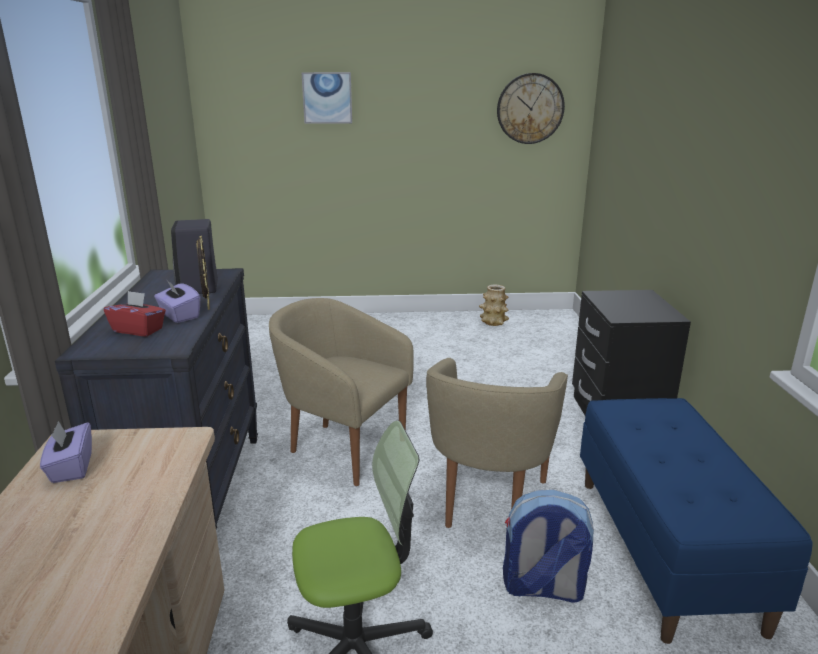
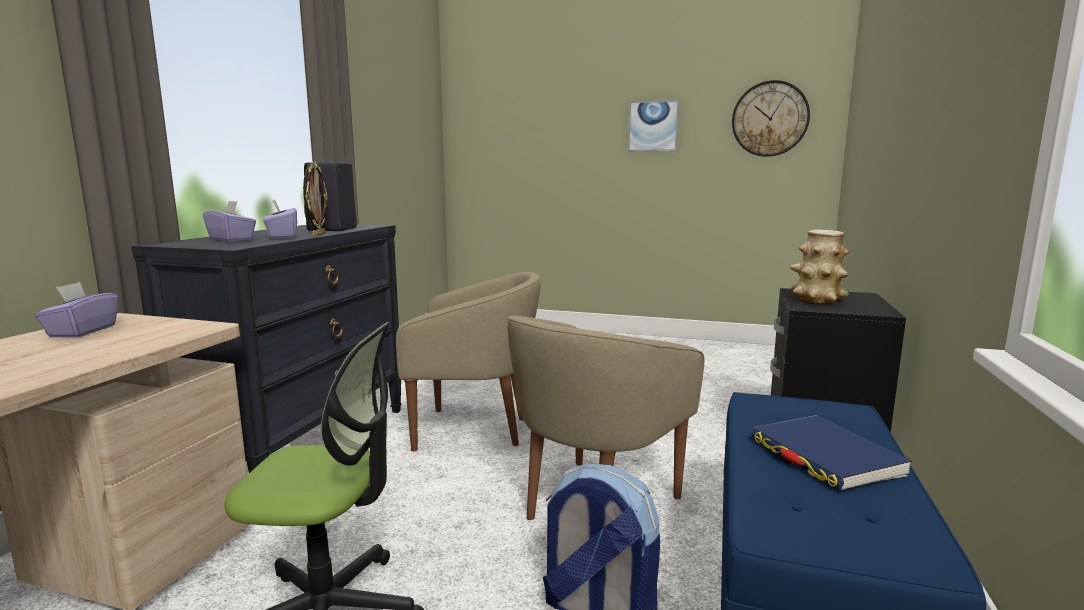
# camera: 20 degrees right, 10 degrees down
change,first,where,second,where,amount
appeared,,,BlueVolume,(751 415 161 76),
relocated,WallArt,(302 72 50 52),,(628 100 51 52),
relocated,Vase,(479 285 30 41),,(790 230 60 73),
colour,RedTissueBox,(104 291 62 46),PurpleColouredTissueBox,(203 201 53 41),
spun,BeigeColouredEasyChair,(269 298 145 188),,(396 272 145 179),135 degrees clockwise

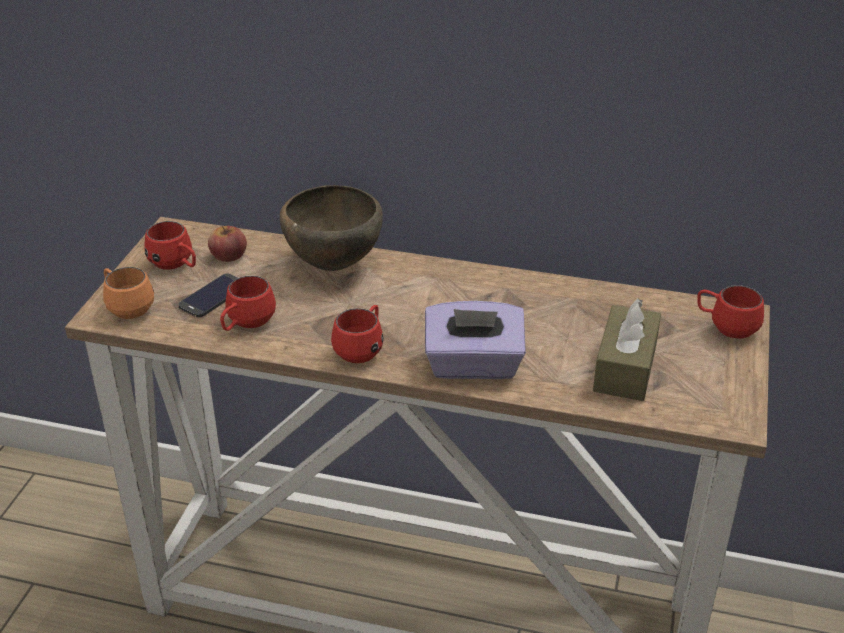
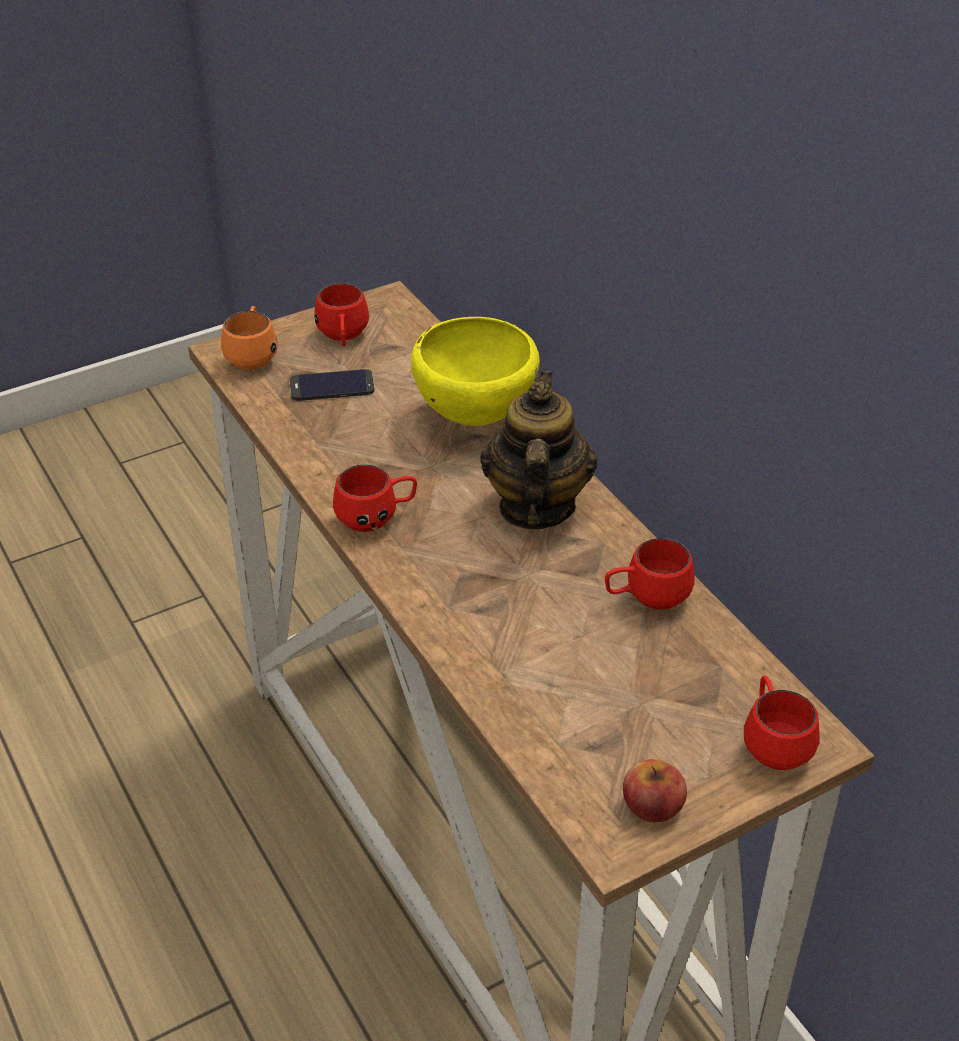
# camera: 45 degrees right, 5 degrees up
change,first,where,second,where,amount
missing,PurpleColouredTissueBox,(425 301 101 78),,,
missing,BrownColouredTissueBox,(593 299 68 102),,,
appeared,,,PotForTea,(480 371 117 158),
relocated,AppleFruit,(208 226 39 36),,(623 759 64 63),
relocated,RedMug,(220 276 56 55),,(605 538 89 72),
colour,BrownColouredServingBowl,(280 185 103 86),YellowishServingBowl,(411 317 129 109),

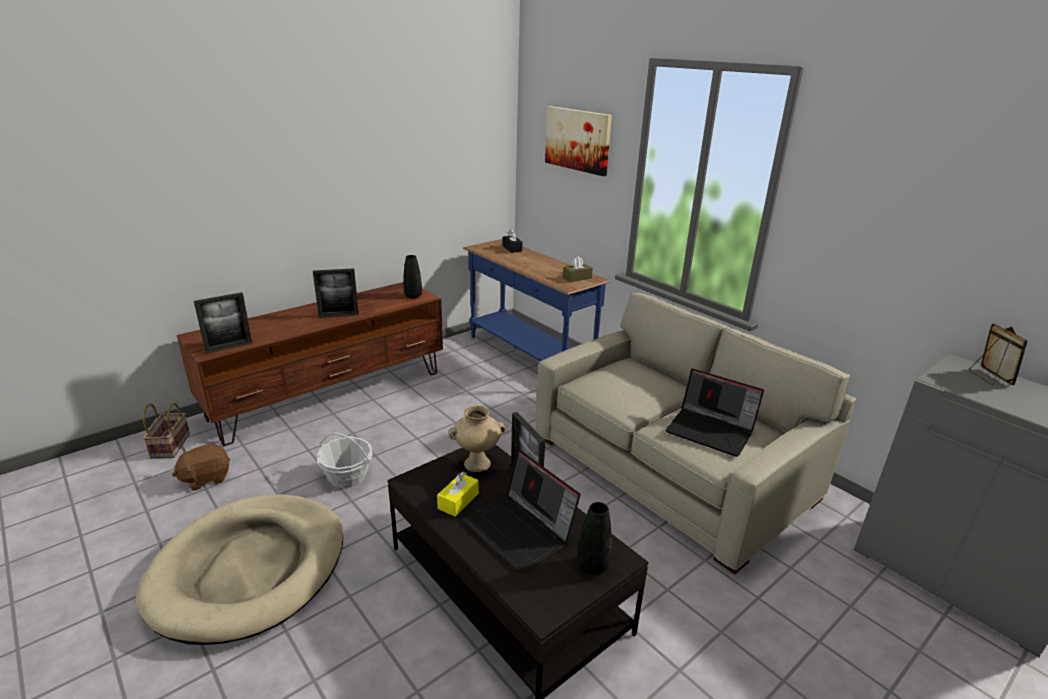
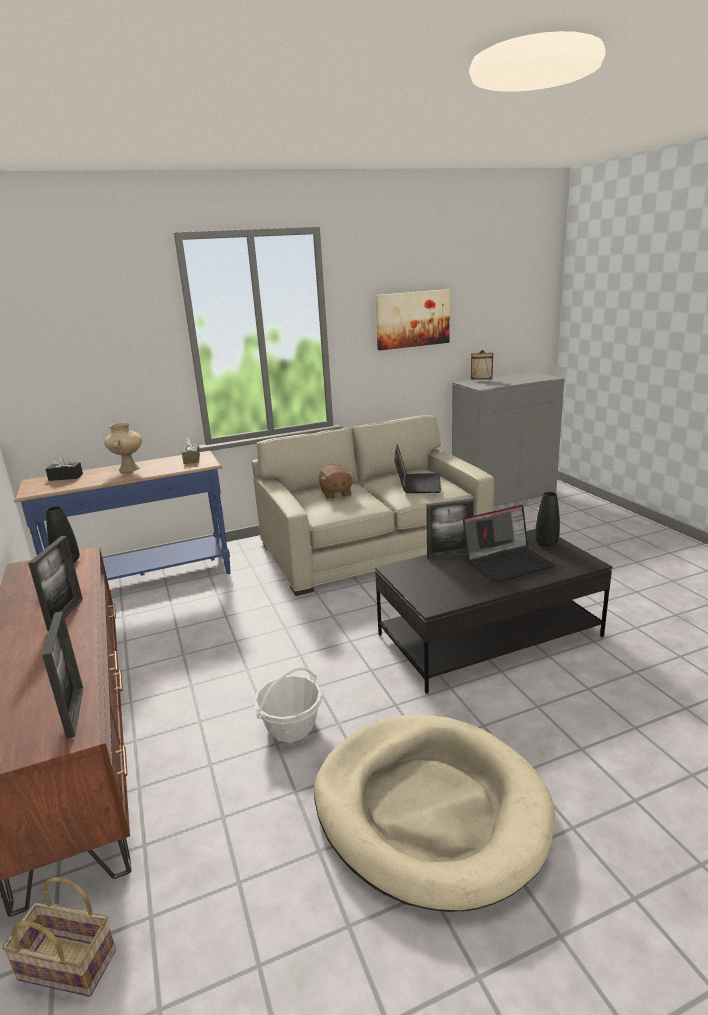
# camera: 70 degrees left, 5 degrees down
change,first,where,second,where,amount
missing,YellowishTissueBox,(437 472 42 45),,,
relocated,BrownColouredCuddlyToy,(172 443 58 48),,(319 465 35 34),
relocated,BeigeColouredVase,(448 406 57 66),,(104 423 38 50),
relocated,WallArt,(545 106 67 70),,(375 289 75 62),
spun,Laptop,(666 369 98 88),,(394 444 47 49),45 degrees counterclockwise

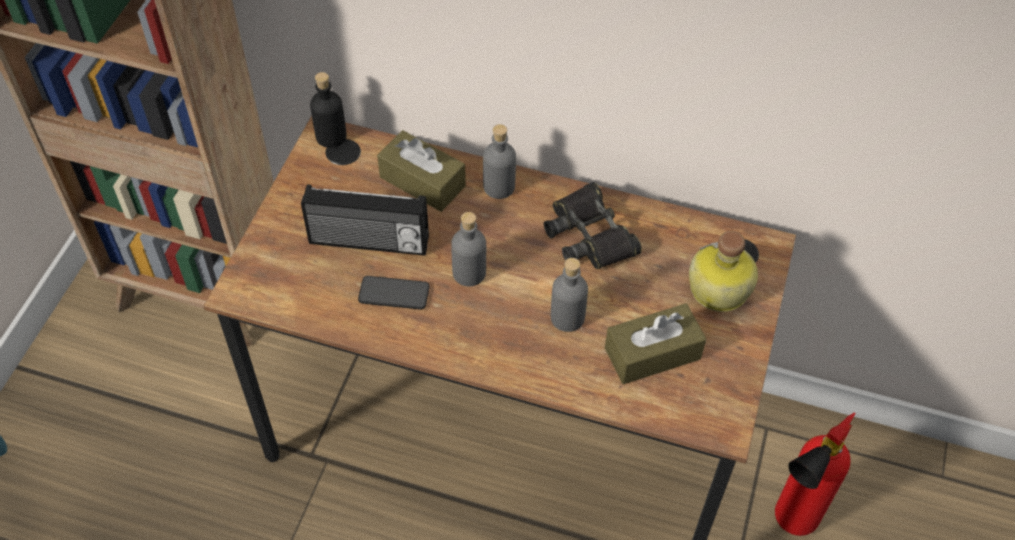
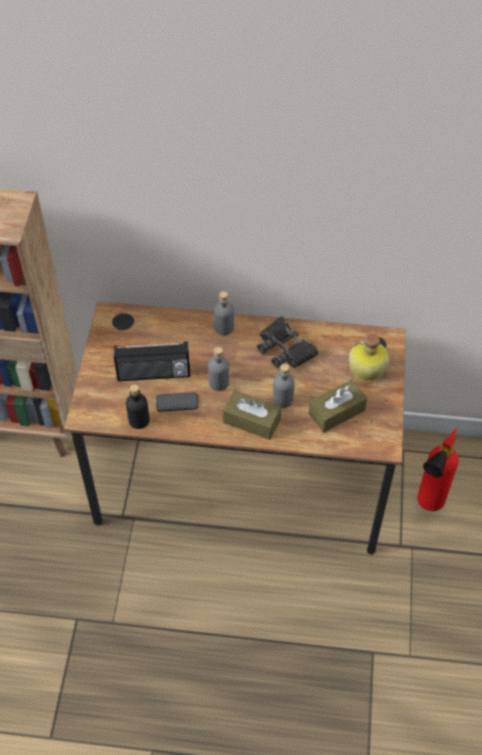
# camera: 10 degrees left, 0 degrees up
change,first,where,second,where,amount
relocated,BlackColouredBeverageBottle,(310 72 37 76),,(126 384 24 45),
relocated,BrownColouredTissueBox,(377 130 89 82),,(223 390 58 50),

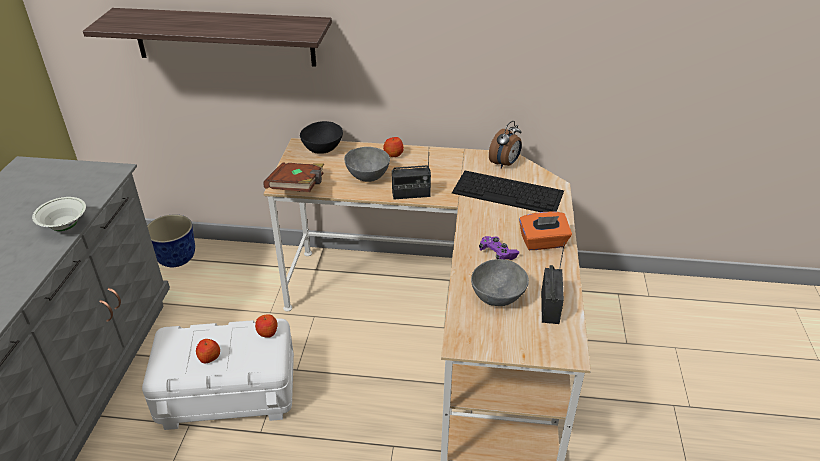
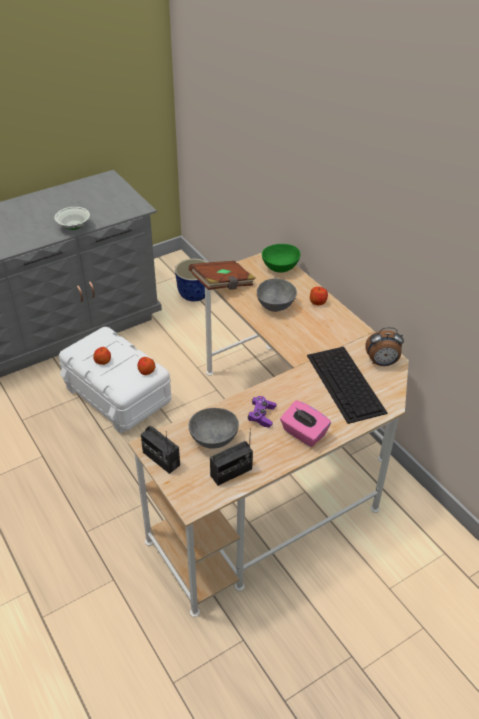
# camera: 50 degrees right, 5 degrees up
change,first,where,second,where,amount
missing,WallShelf,(83 8 249 59),,,
relocated,RadioSet,(392 155 39 44),,(141 426 39 48),
colour,BlackColouredServingBowl,(300 121 43 33),GreenishServingBowl,(262 244 38 29),
colour,OrangeColouredTissueBox,(519 212 53 38),PinkTissueBox,(280 400 51 47),

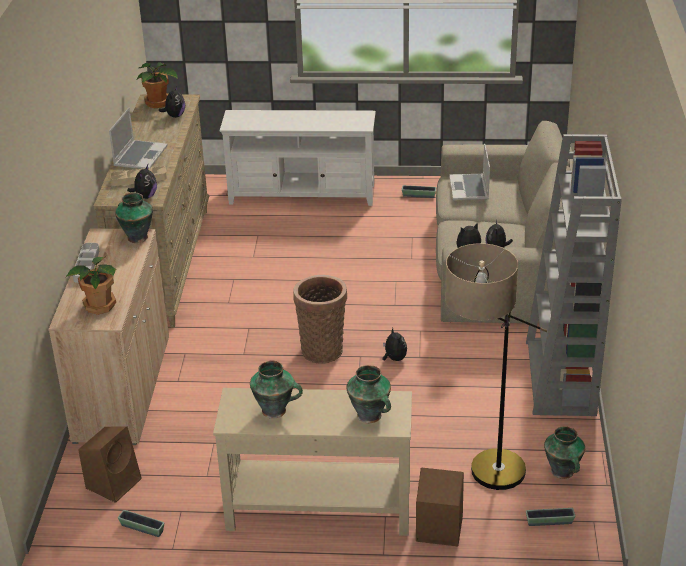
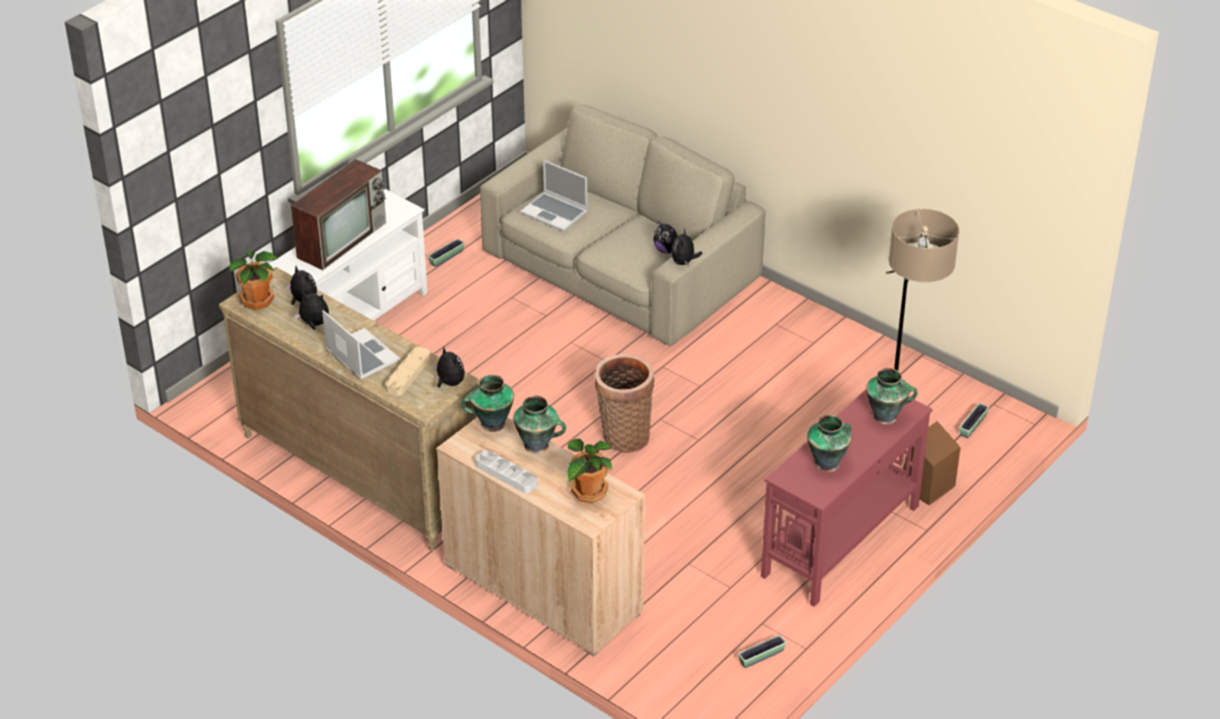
# camera: 55 degrees left, 5 degrees up
change,first,where,second,where,amount
missing,BrownColouredSpeaker,(78 426 64 77),,,
missing,GreyishBookshelf,(526 134 96 282),,,
appeared,,,Tv,(291 159 95 111),
relocated,CuddlyToy,(382 328 25 33),,(294 292 35 38),
relocated,Vase,(544 426 41 53),,(513 396 53 58),
colour,BeigeColouredConsoleTable,(213 388 199 148),RedConsoleTable,(761 390 172 217),

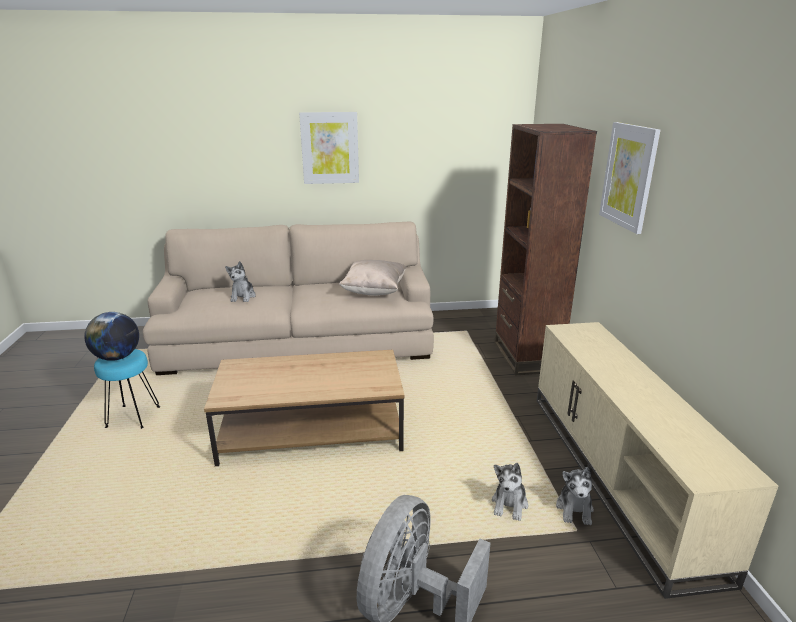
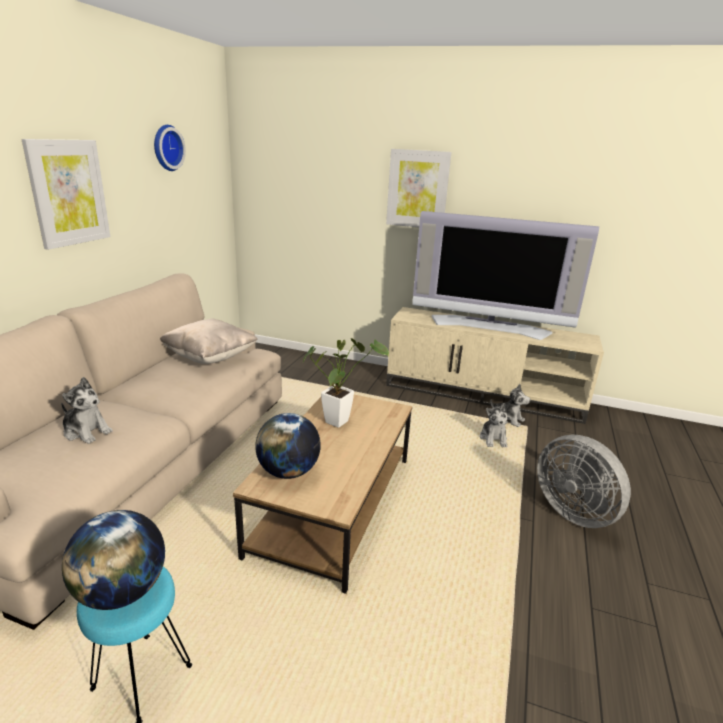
# camera: 65 degrees left, 0 degrees up
change,first,where,second,where,amount
missing,BrownColouredBookshelf,(495 124 102 252),,,
appeared,,,HangingClock,(154 125 32 46),
appeared,,,Globe,(255 413 66 66),
appeared,,,PottedPlant,(303 338 86 90),
appeared,,,Tv,(412 211 187 129),
spun,CuddlyToy,(492 463 36 58),,(480 403 27 44),45 degrees clockwise

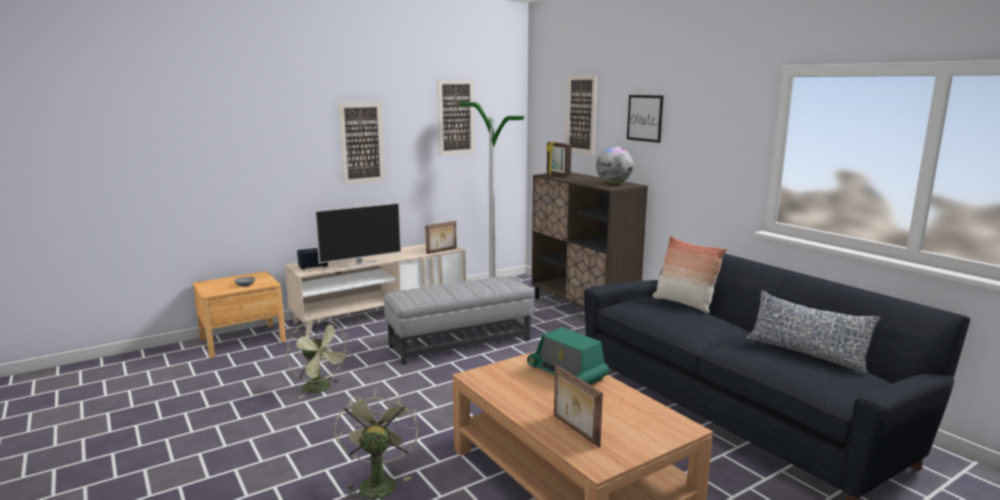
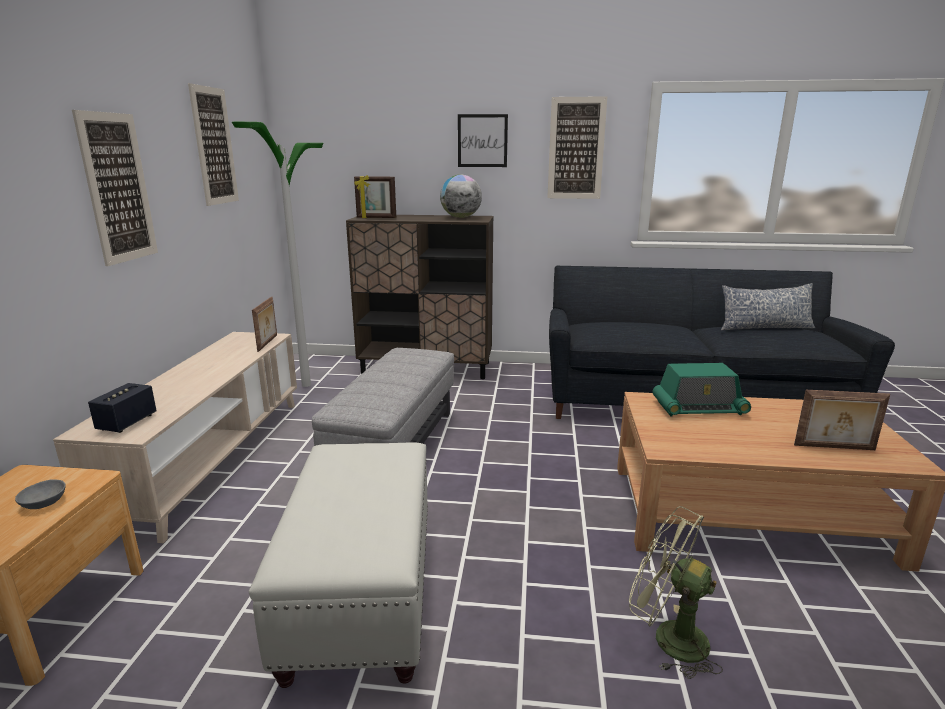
# camera: 50 degrees left, 5 degrees up
change,first,where,second,where,amount
missing,Tv,(315 203 86 64),,,
missing,Pillow,(652 236 75 77),,,
relocated,WallArt,(566 75 31 80),,(547 96 60 103),
exchanged,GreenishCoolingFan,(287 319 63 80),WhitishOttoman,(249 442 179 246),

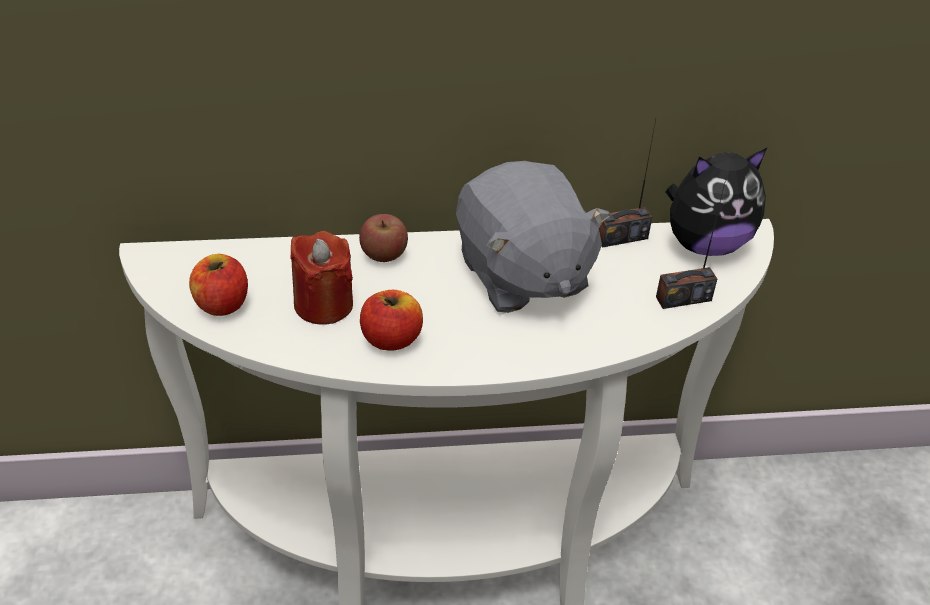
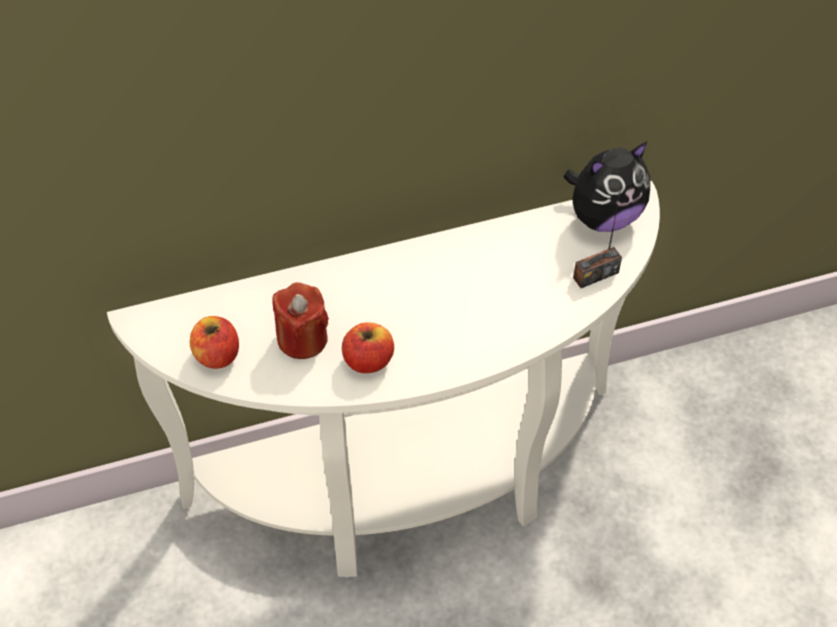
# camera: 10 degrees left, 10 degrees up
change,first,where,second,where,amount
missing,AppleFruit,(359 214 49 48),,,
missing,GreyishCuddlyToy,(456 161 155 152),,,
missing,RadioSet,(599 119 57 129),,,

